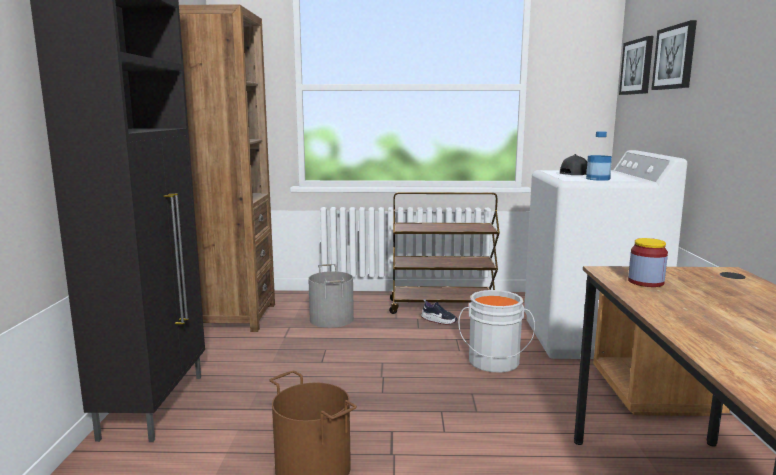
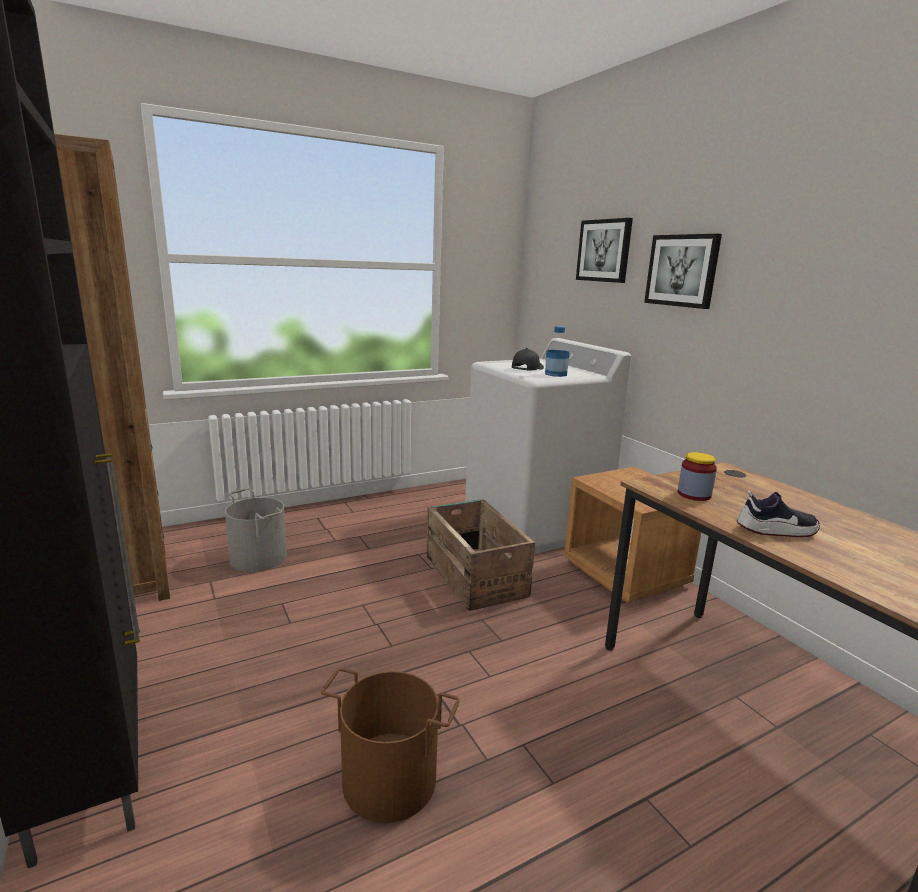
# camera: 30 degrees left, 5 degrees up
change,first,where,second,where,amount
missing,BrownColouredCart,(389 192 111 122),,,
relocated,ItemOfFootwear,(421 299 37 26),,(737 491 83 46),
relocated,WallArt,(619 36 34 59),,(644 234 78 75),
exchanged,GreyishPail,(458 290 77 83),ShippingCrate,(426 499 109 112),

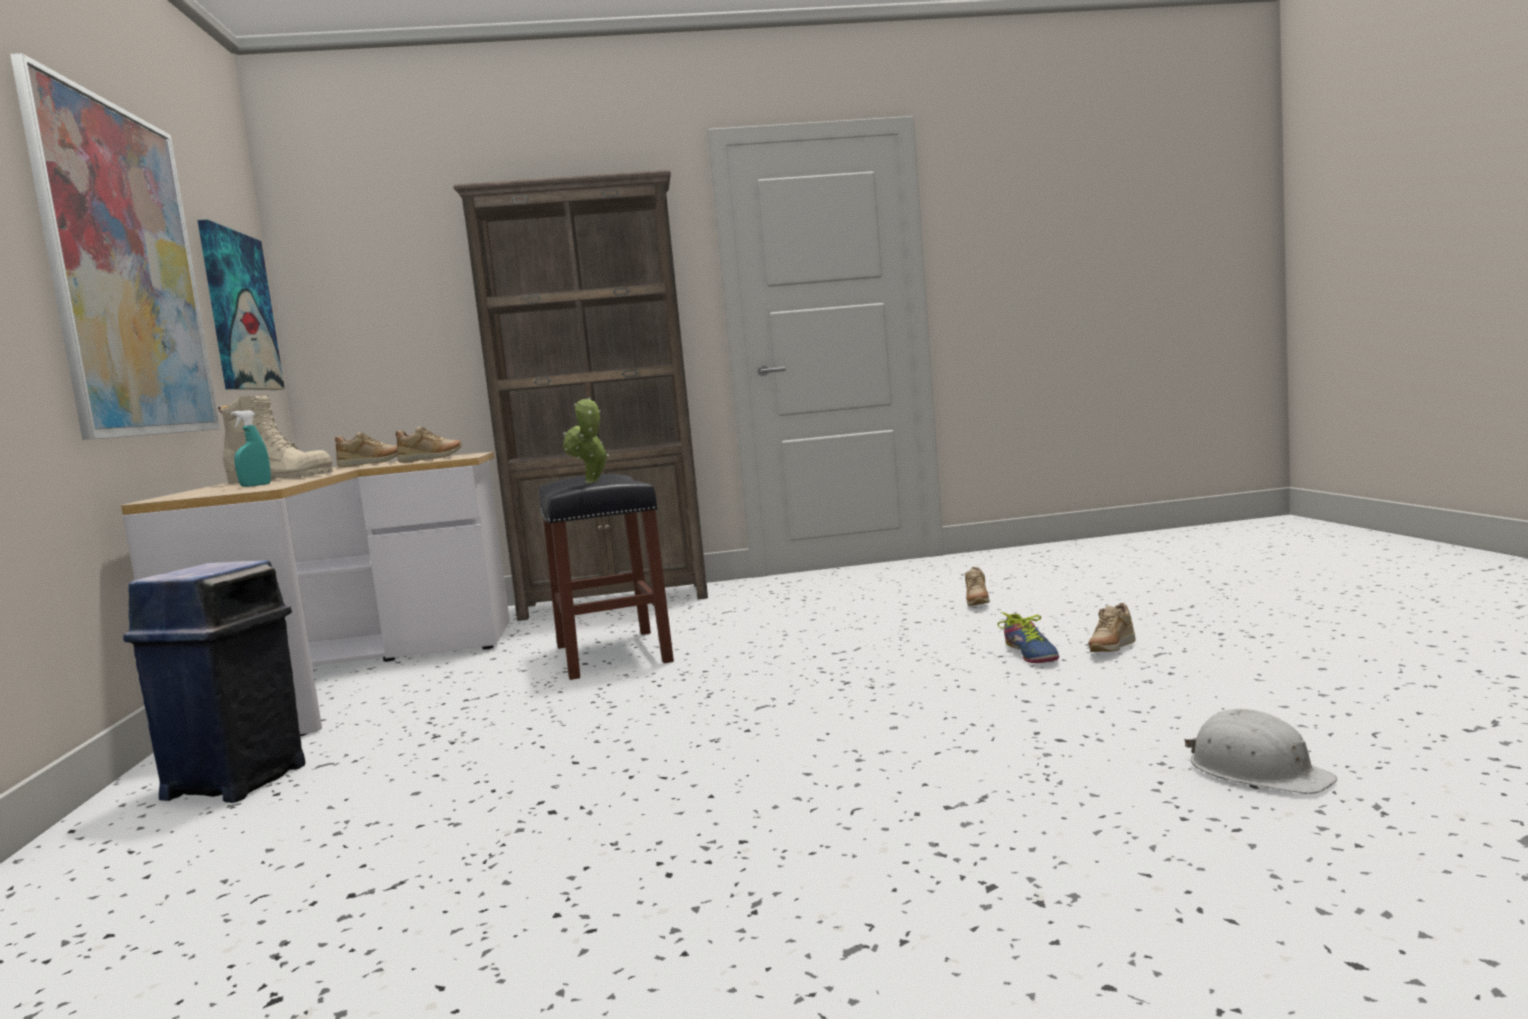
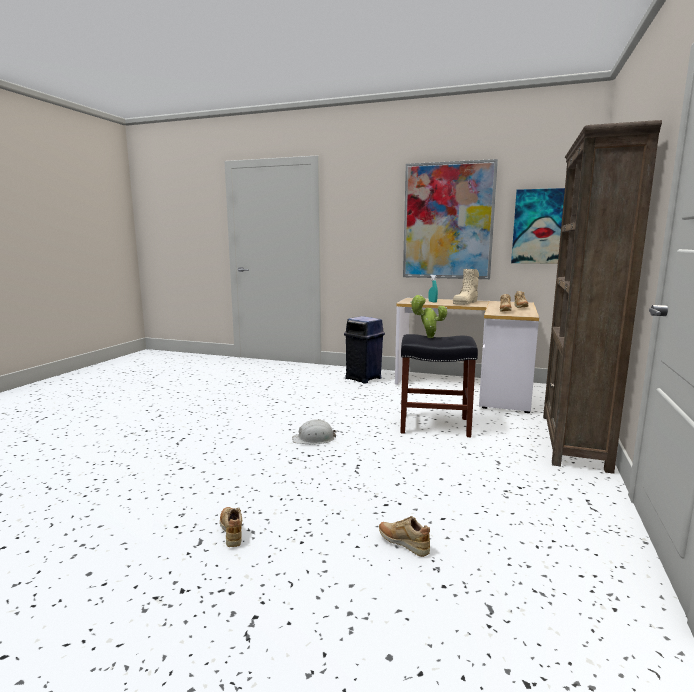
# camera: 115 degrees right, 5 degrees up
change,first,where,second,where,amount
missing,ItemOfFootwear,(997 612 62 51),,,
relocated,WhitishHardHat,(1184 709 153 85),,(292 419 44 25),

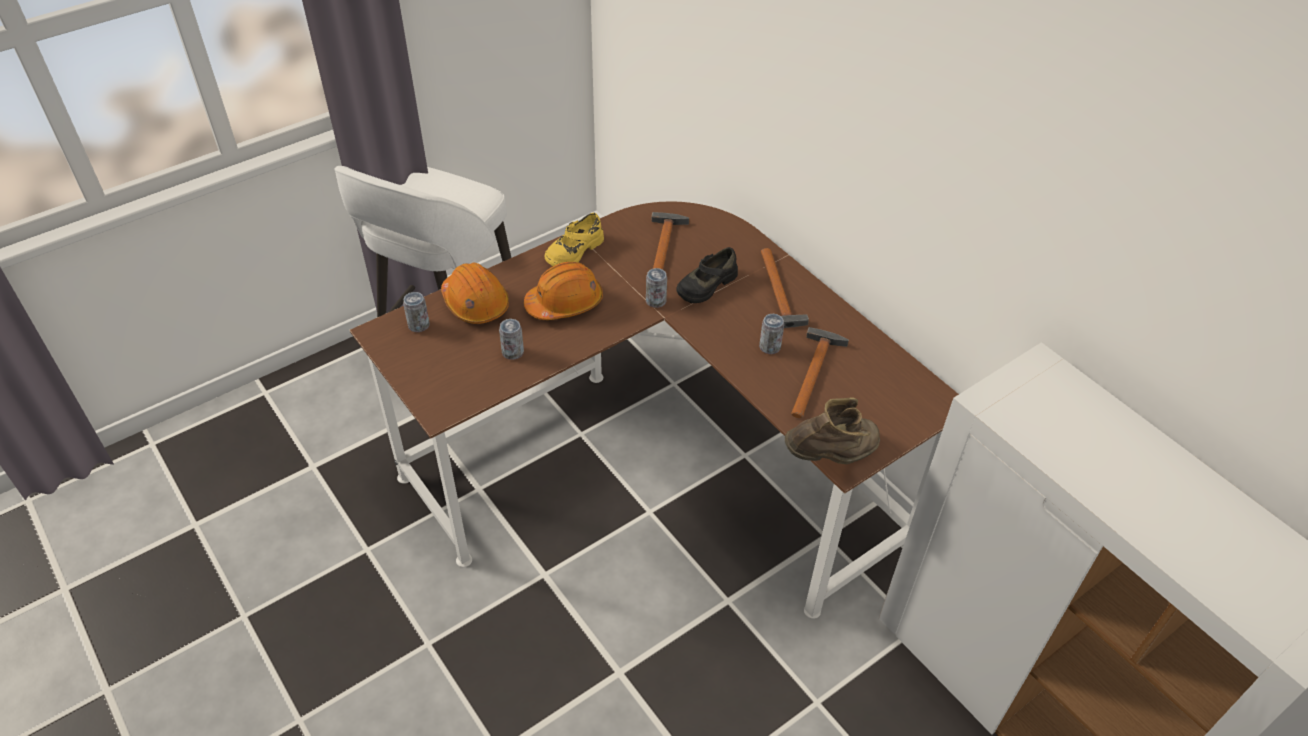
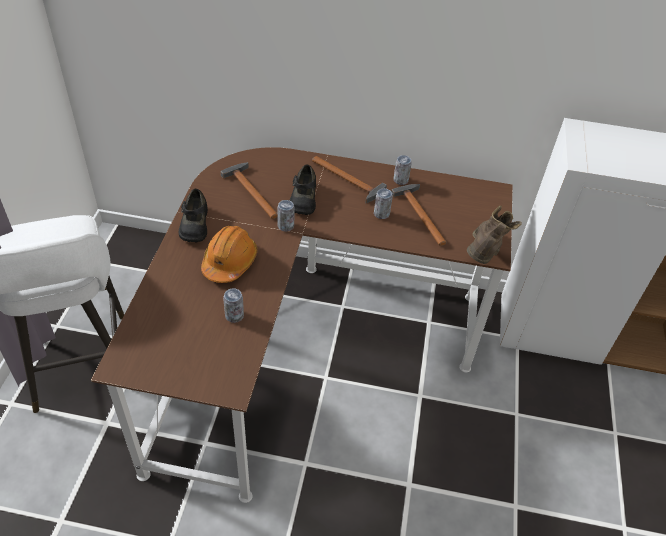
# camera: 45 degrees left, 0 degrees up
change,first,where,second,where,amount
missing,OrangeColouredHardHat,(441 262 68 62),,,
relocated,SealedCan,(403 292 27 40),,(393 155 19 30),
colour,YellowishItemOfFootwear,(545 213 59 53),BlackColouredItemOfFootwear,(179 189 29 53),

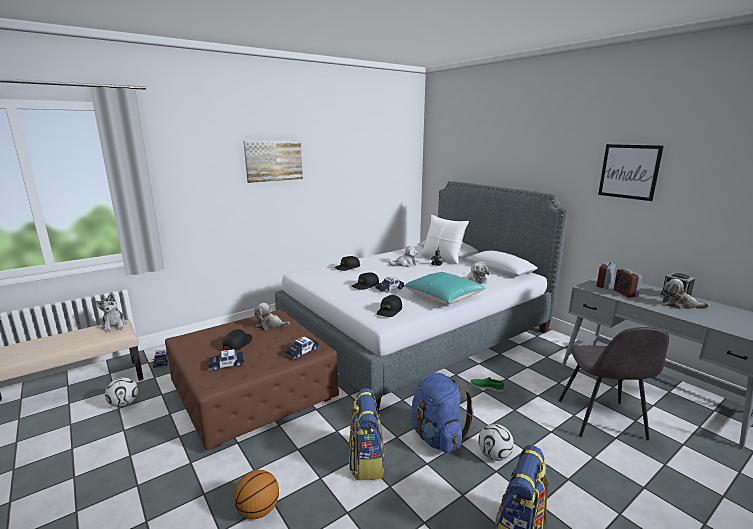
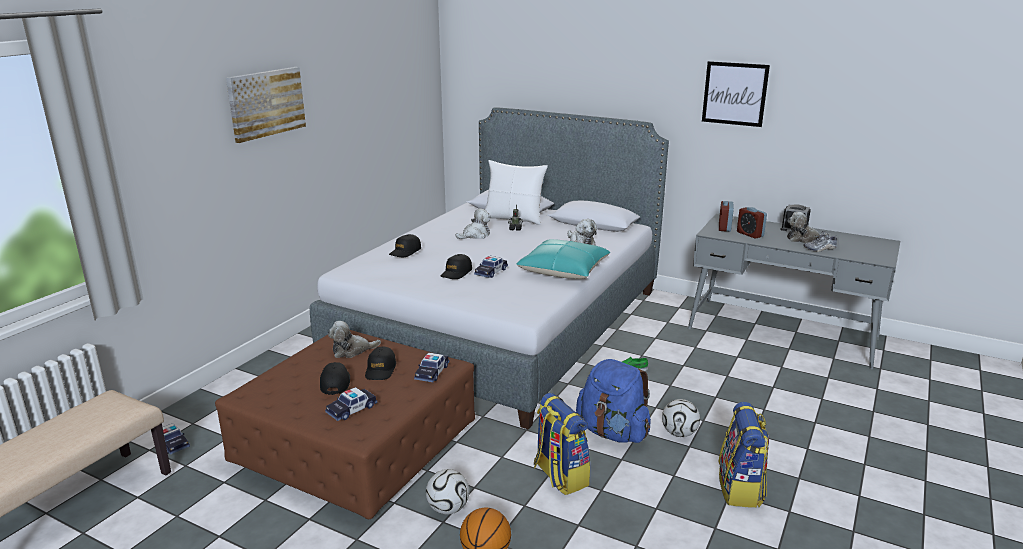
# camera: 25 degrees left, 5 degrees up
change,first,where,second,where,amount
missing,CuddlyToy,(95 294 32 38),,,
missing,GreyishChair,(559 327 110 113),,,
appeared,,,ItemOfFootwear,(803 231 34 21),
relocated,FootballBall,(105 377 33 30),,(426 469 43 45),
relocated,BlackColouredBaseballCap,(376 295 26 22),,(365 346 31 34),

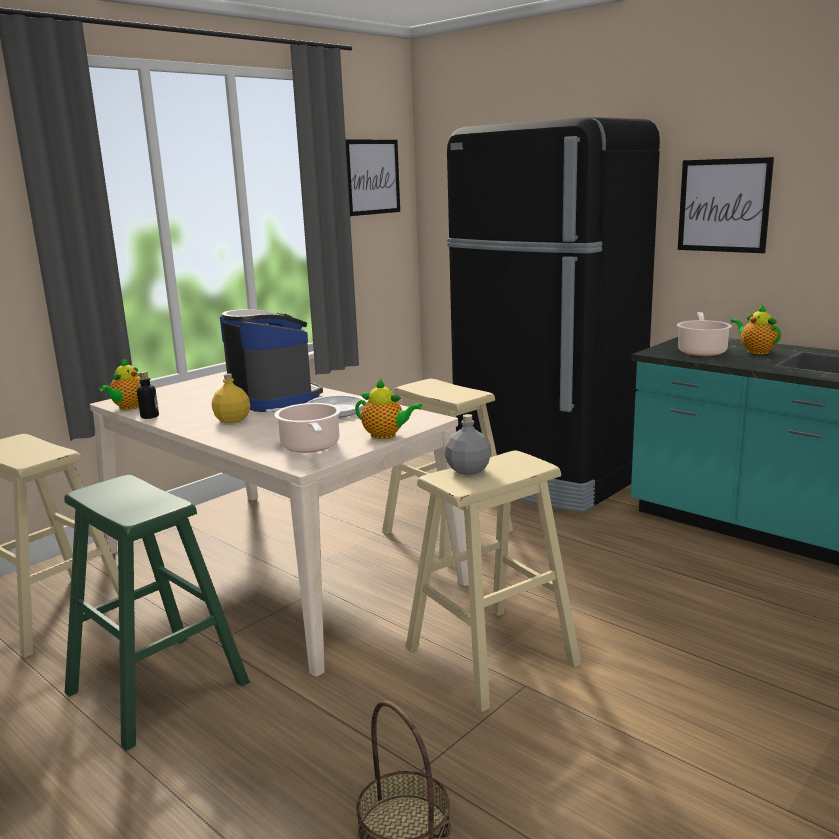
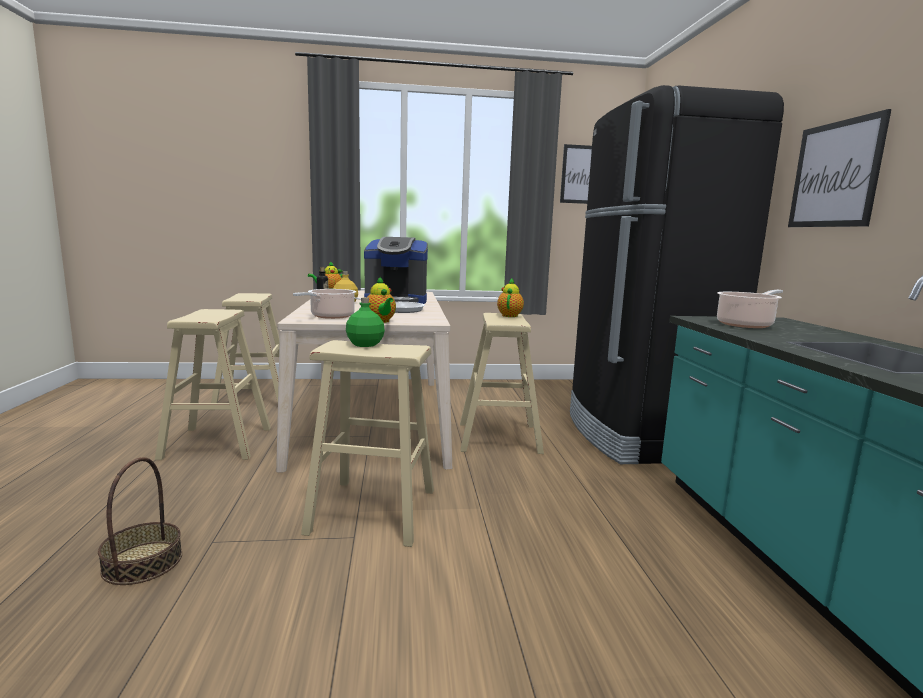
# camera: 40 degrees right, 5 degrees down
change,first,where,second,where,amount
relocated,PotForTea,(731 305 50 49),,(497 278 27 39),
colour,GreenishSittingStool,(64 475 186 276),BeigeColouredSittingStool,(155 309 116 151),
colour,GreyishBeverageBottle,(445 414 46 61),GreenishBeverageBottle,(346 297 39 50),
spun,CoffeeMaker,(220 309 103 103),,(364 237 64 67),90 degrees clockwise

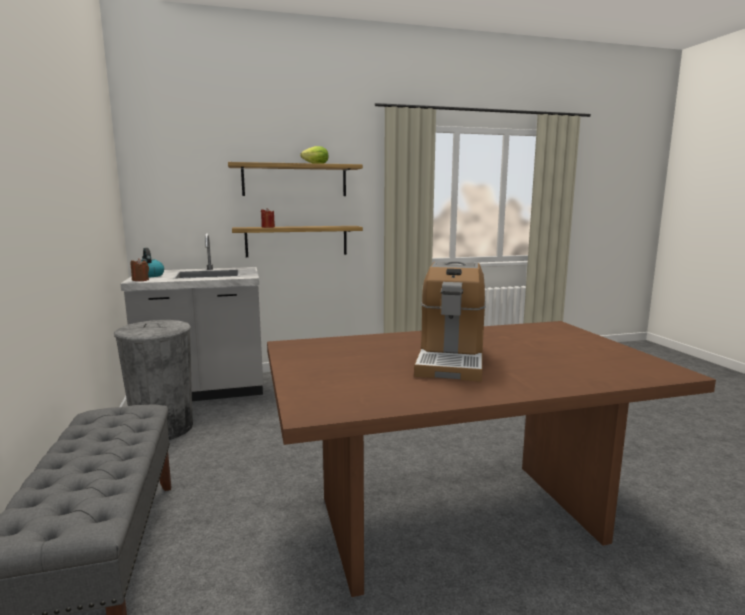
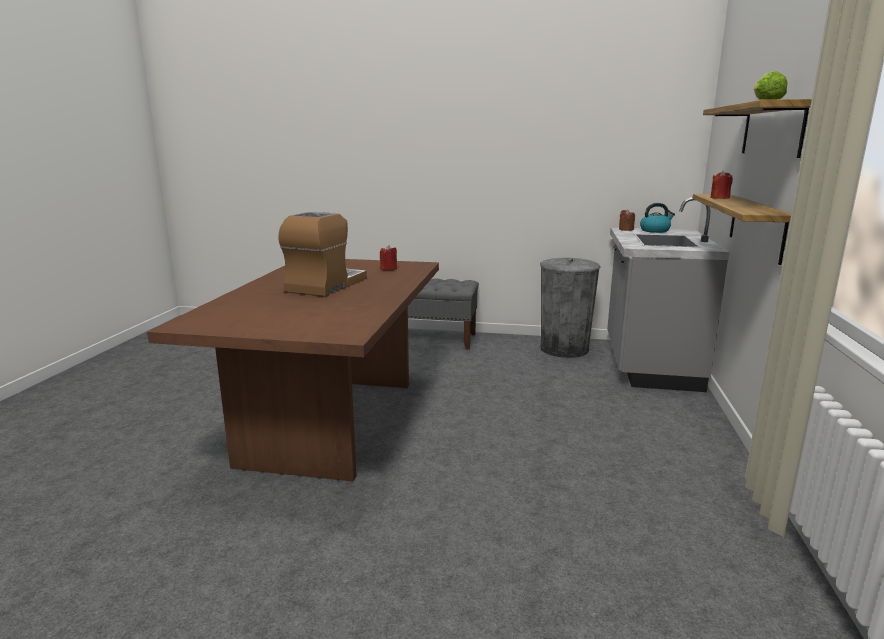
# camera: 115 degrees right, 5 degrees up
change,first,where,second,where,amount
appeared,,,RedWaxLight,(380 245 17 26),
spun,CoffeeMaker,(414 261 72 121),,(278 212 89 85),75 degrees clockwise

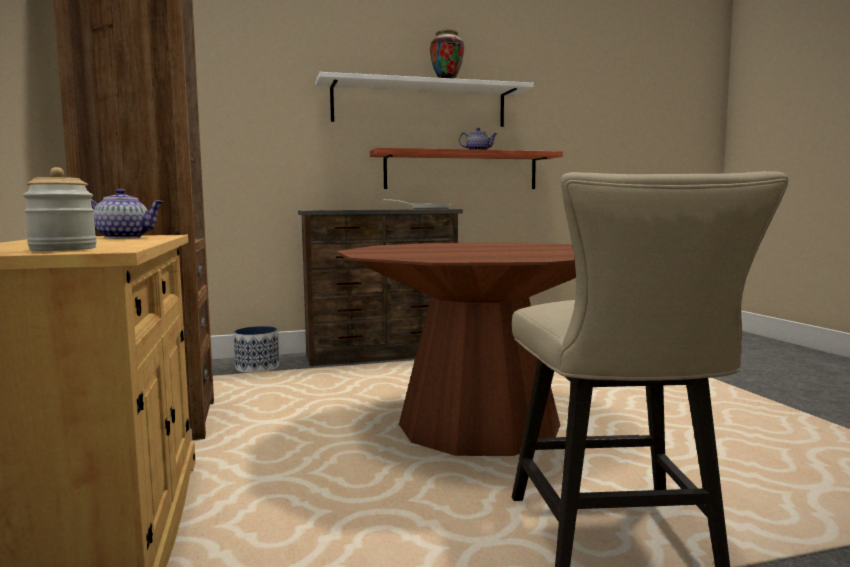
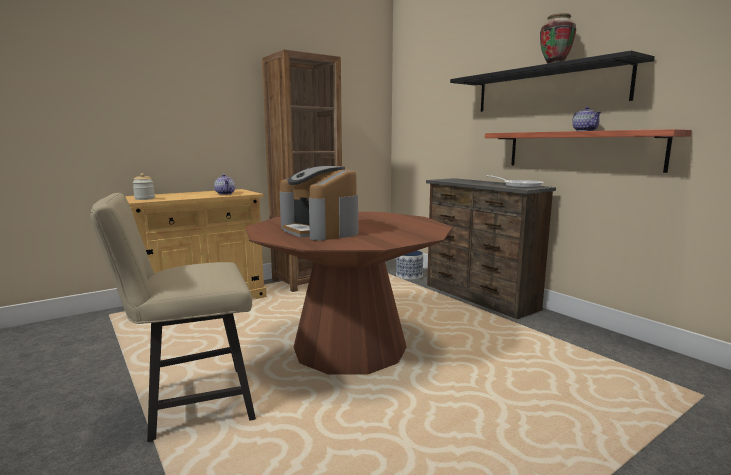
# camera: 70 degrees right, 5 degrees up
change,first,where,second,where,amount
appeared,,,CoffeeMaker,(280 166 79 75),
colour,WhitishWallShelf,(315 72 219 55),BlackColouredWallShelf,(450 50 205 62),

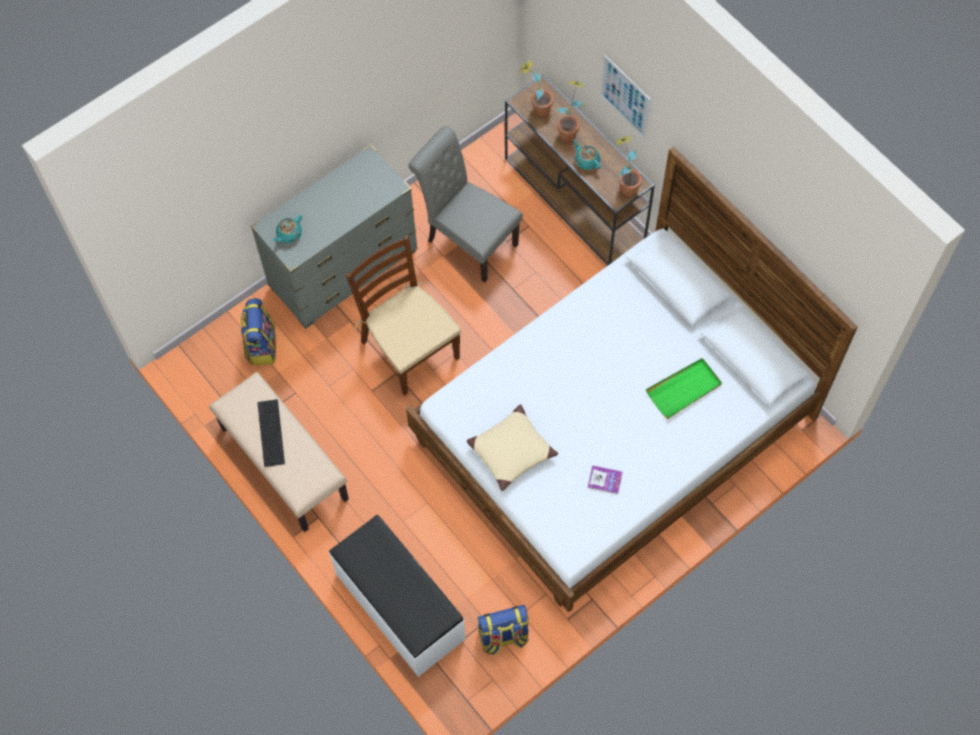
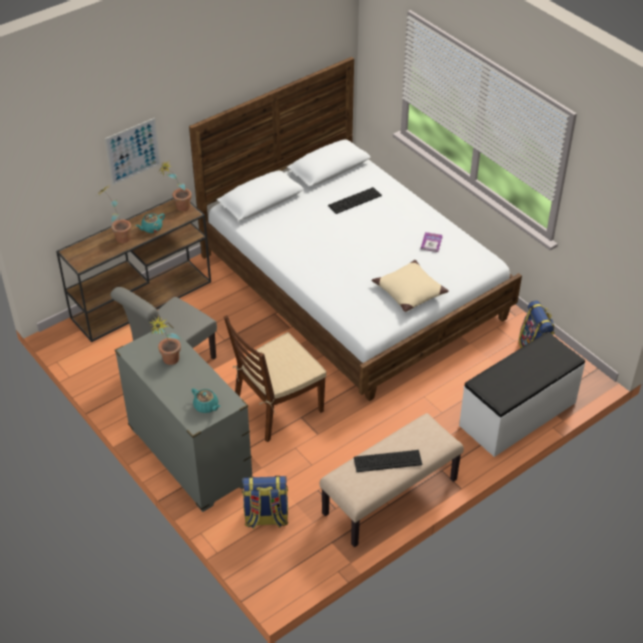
# camera: 90 degrees left, 20 degrees down
change,first,where,second,where,amount
relocated,PottedPlant,(520 60 34 56),,(150 315 31 50),
exchanged,GreenishServingTray,(646 358 76 61),PcKeyboard,(328 187 54 27),

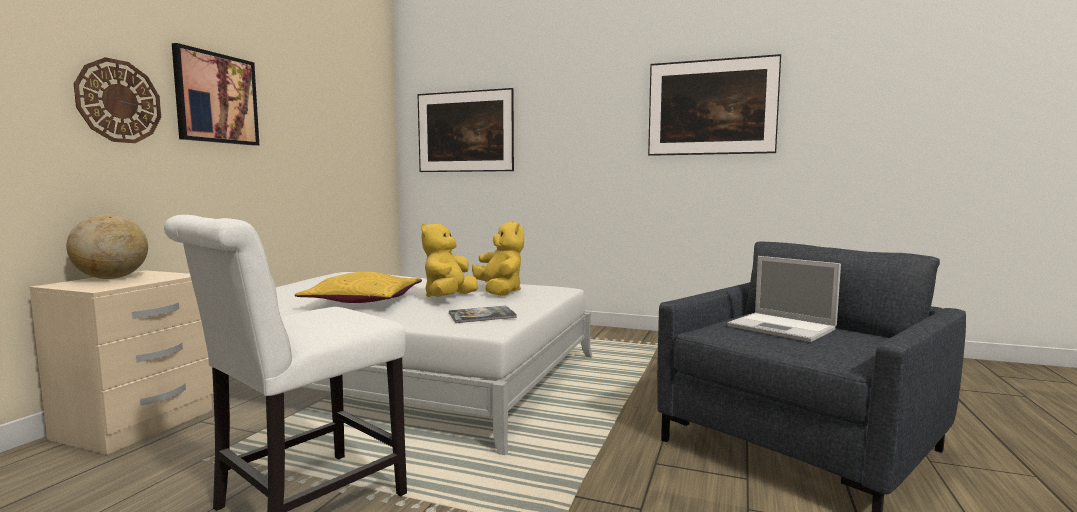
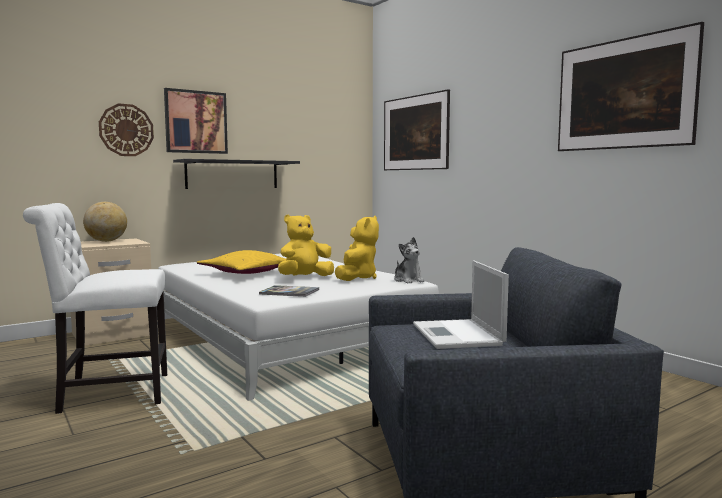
# camera: 35 degrees right, 0 degrees up
change,first,where,second,where,amount
appeared,,,BlackColouredWallShelf,(173 159 127 30),
appeared,,,CuddlyToy,(394 237 31 47),

